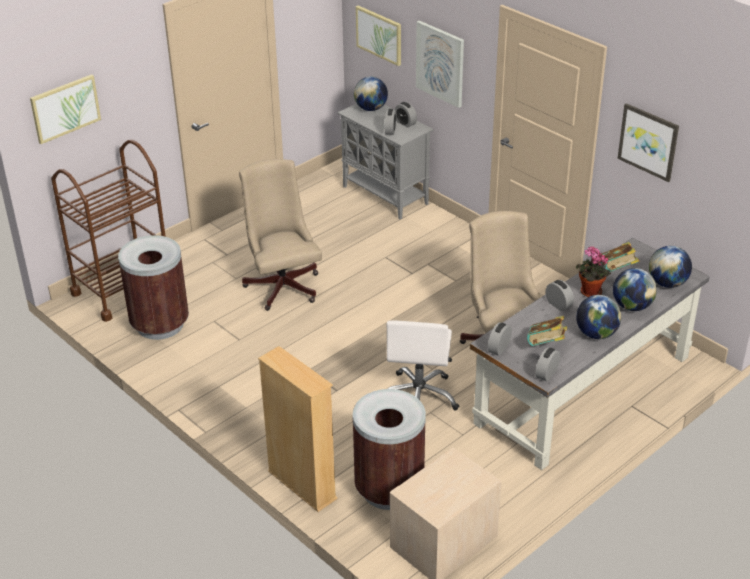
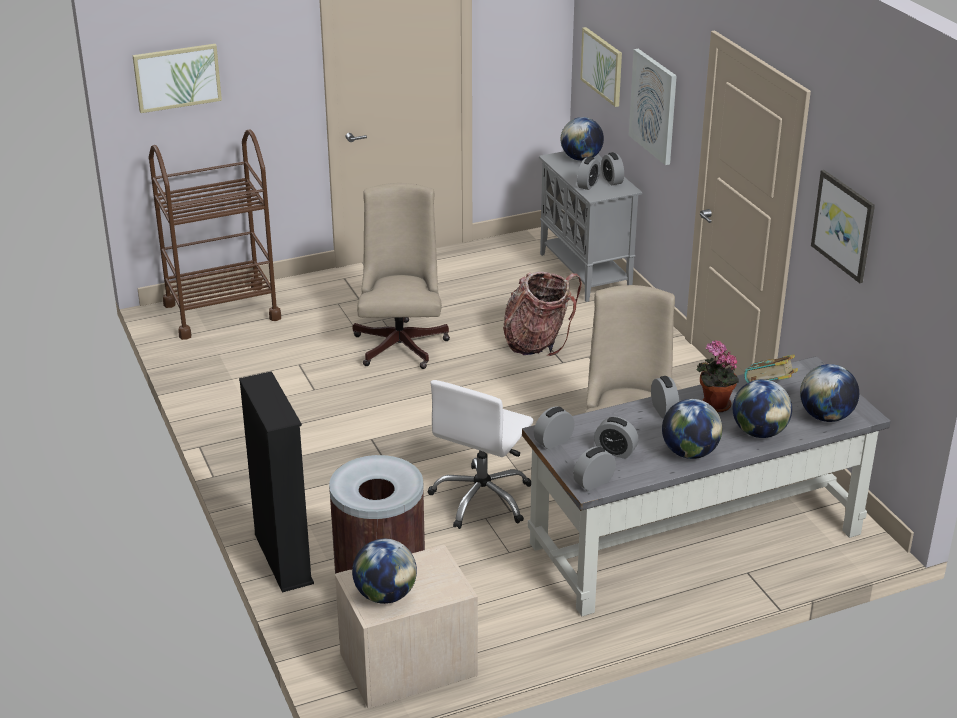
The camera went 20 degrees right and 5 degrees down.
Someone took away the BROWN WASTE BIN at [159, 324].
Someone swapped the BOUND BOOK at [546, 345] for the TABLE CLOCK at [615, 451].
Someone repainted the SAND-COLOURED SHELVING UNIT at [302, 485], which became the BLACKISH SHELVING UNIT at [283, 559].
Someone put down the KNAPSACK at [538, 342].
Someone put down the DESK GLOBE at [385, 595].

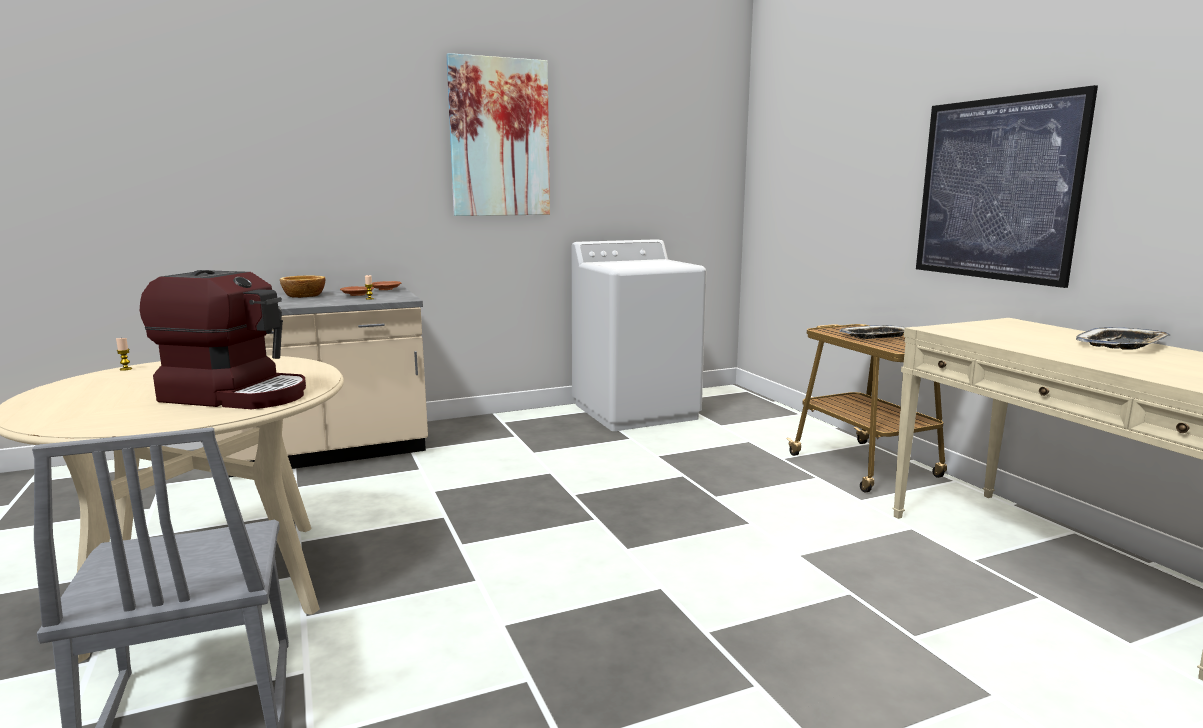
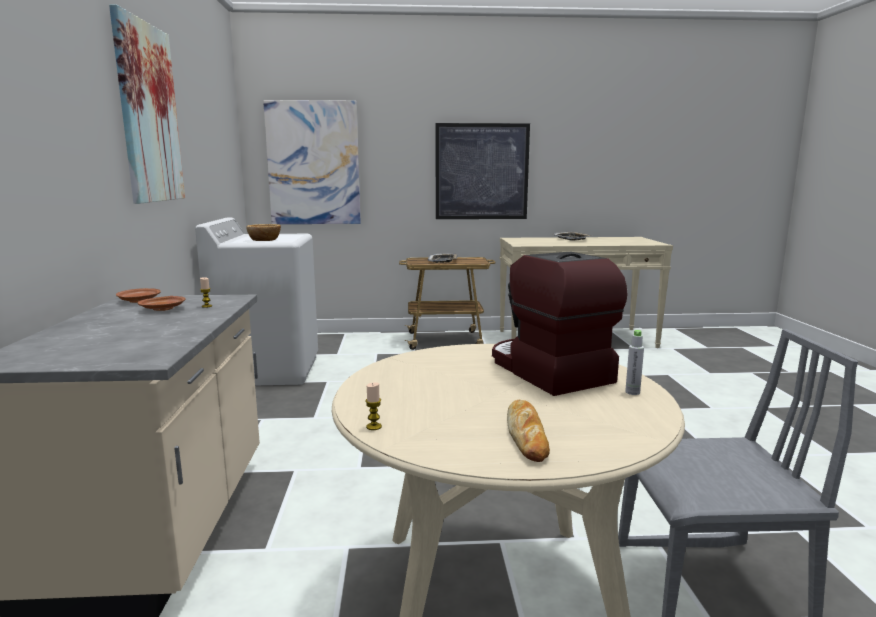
The camera went 70 degrees left and 0 degrees up.
Someone rotated the COFFEE BREWER at [237, 395] by 60 degrees counterclockwise.
Someone carried the SERVING BOWL from [303, 296] to [265, 240].
Someone put up the PICTURE at [313, 163].
Someone put down the GREYISH BOTTLE at [632, 392].
Someone put down the BAKERY BREAD at [527, 434].

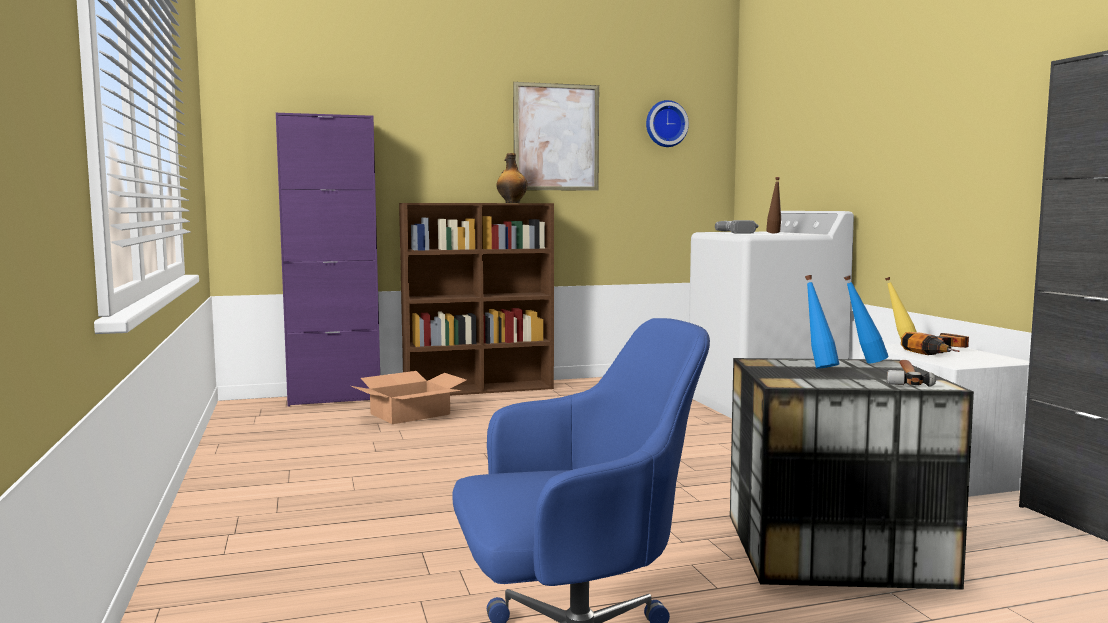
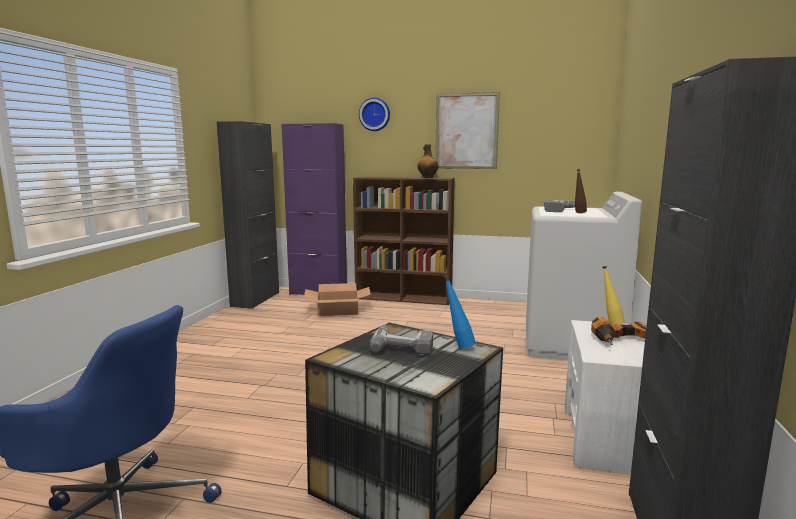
The camera went 30 degrees right and 5 degrees up.
Someone carried the HANGING CLOCK from [665, 124] to [375, 114].
Someone swapped the BLUE BOTTLE at [818, 367] for the ELECTRIC DRILL at [403, 345].
Someone took away the HAMMER at [906, 376].
Someone put down the BLACKISH CUPBOARD at [255, 299].

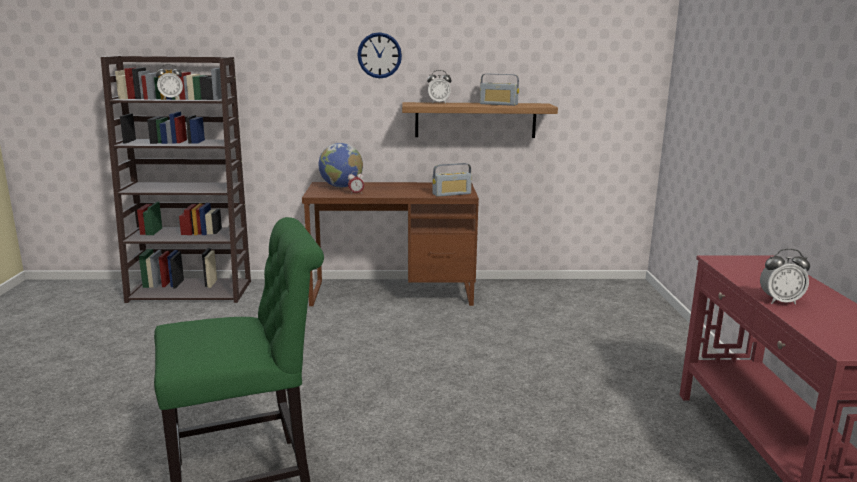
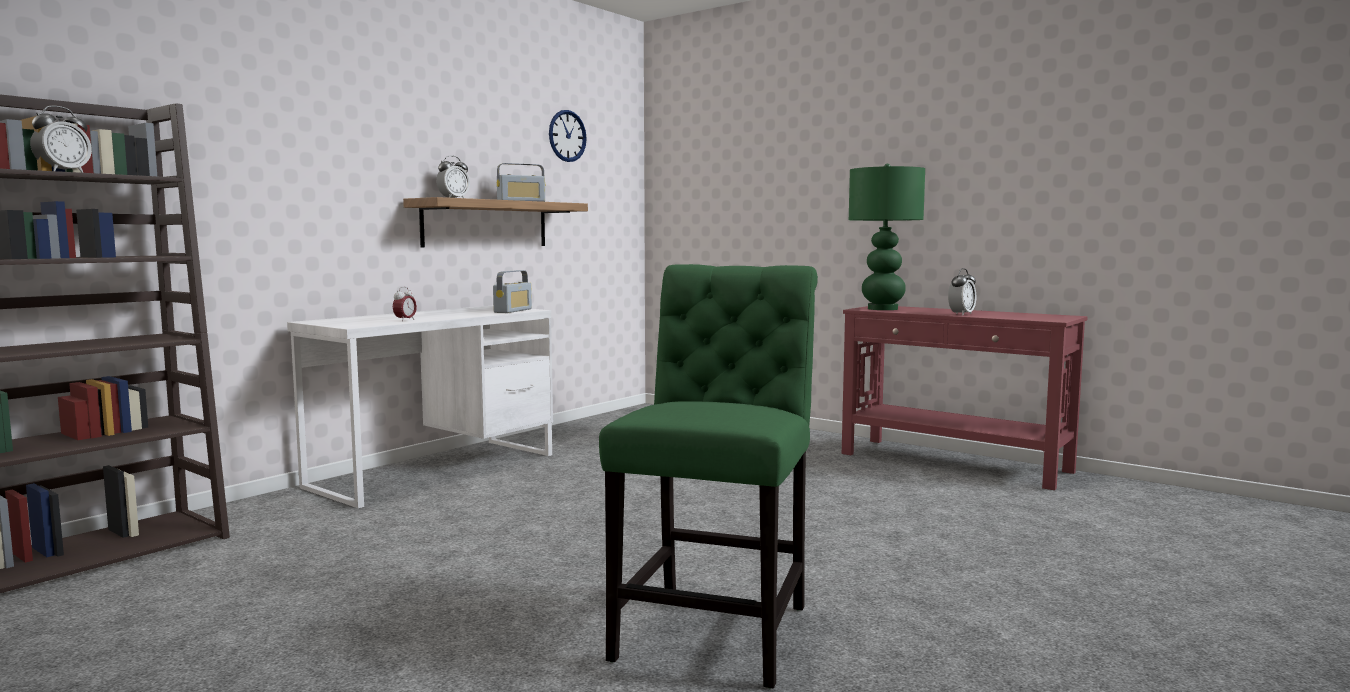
The camera went 50 degrees left and 10 degrees down.
Someone carried the HANGING CLOCK from [379, 55] to [567, 136].
Someone took away the DESK GLOBE at [341, 186].
Someone repainted the BROWN DESK TABLE at [392, 293], which became the WHITISH DESK TABLE at [435, 470].
Someone put down the GREEN TABLETOP LAMP at [882, 309].

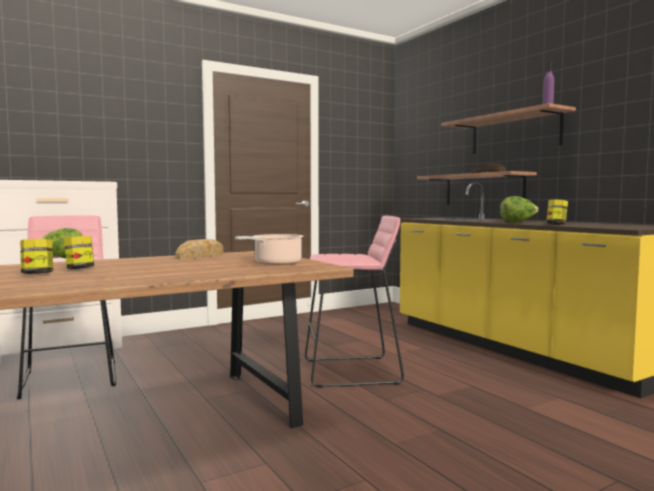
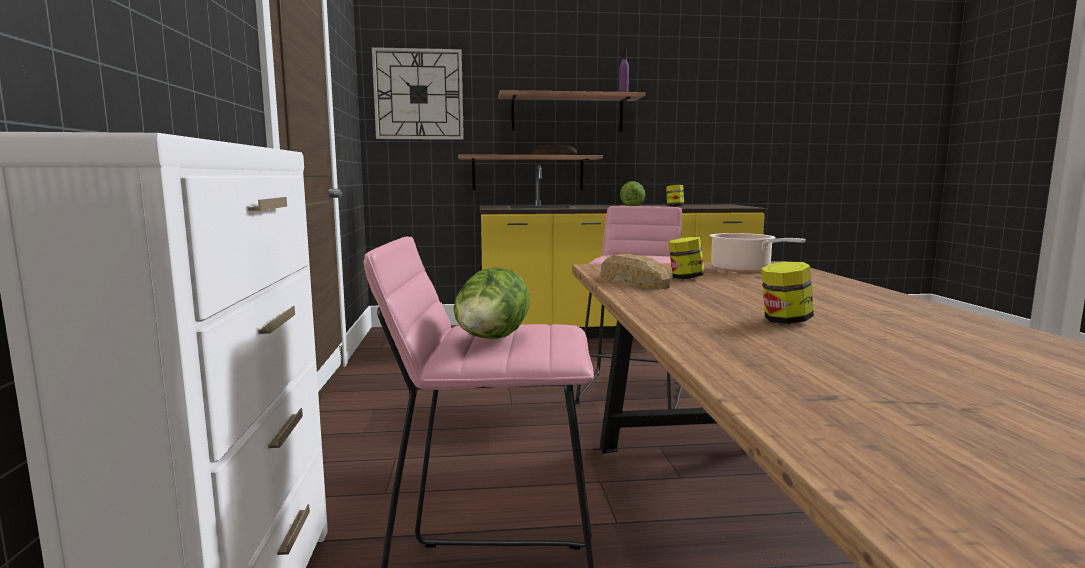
The camera went 65 degrees left and 5 degrees up.
Someone carried the PRESERVE JAR from [37, 274] to [685, 278].
Someone put up the HANGING CLOCK at [418, 94].

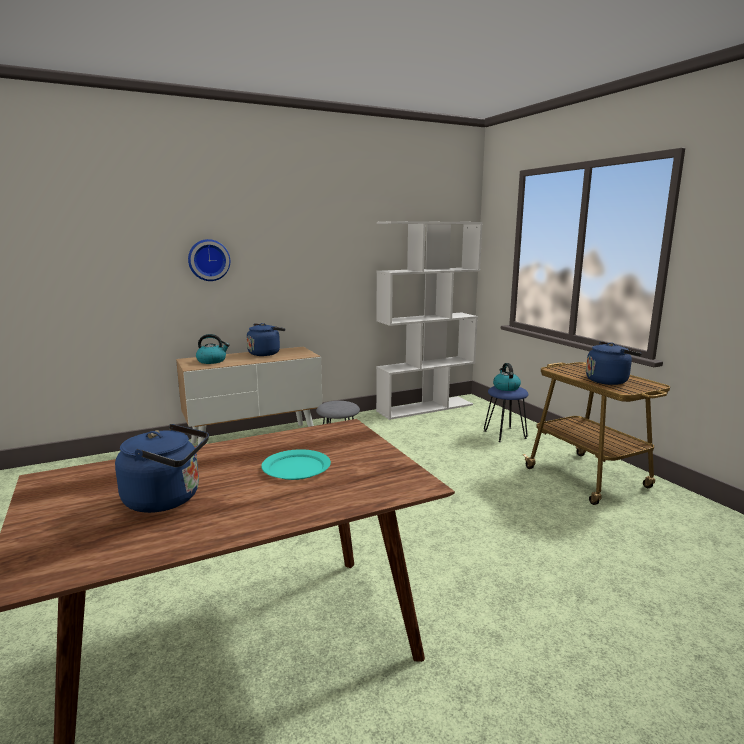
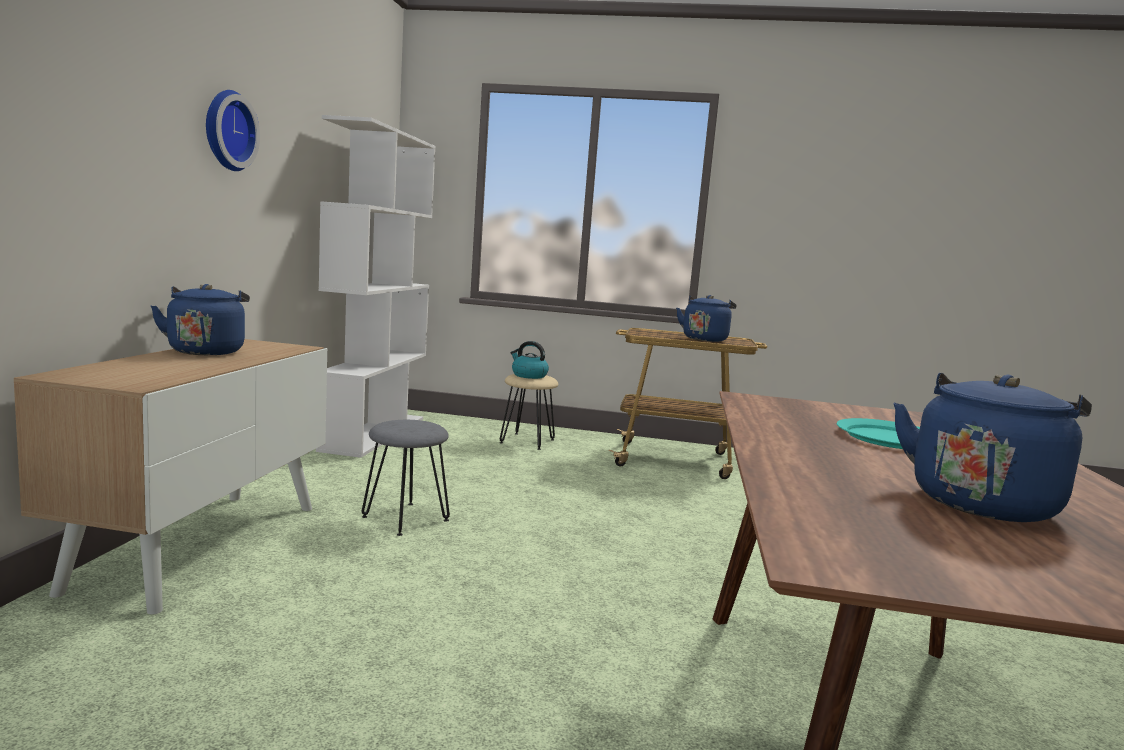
The camera went 55 degrees left and 5 degrees down.
Someone carried the HANGING CLOCK from [208, 260] to [226, 130].
Someone took away the KETTLE at [212, 361].
Someone repainted the BLUE STOOL SEAT at [505, 434], which became the SAND-COLOURED STOOL SEAT at [527, 441].

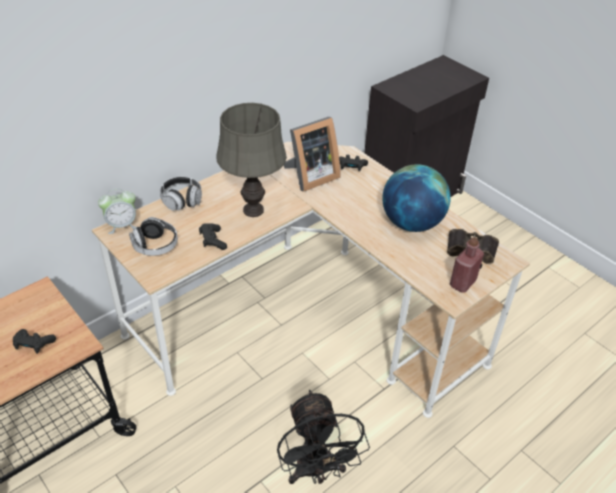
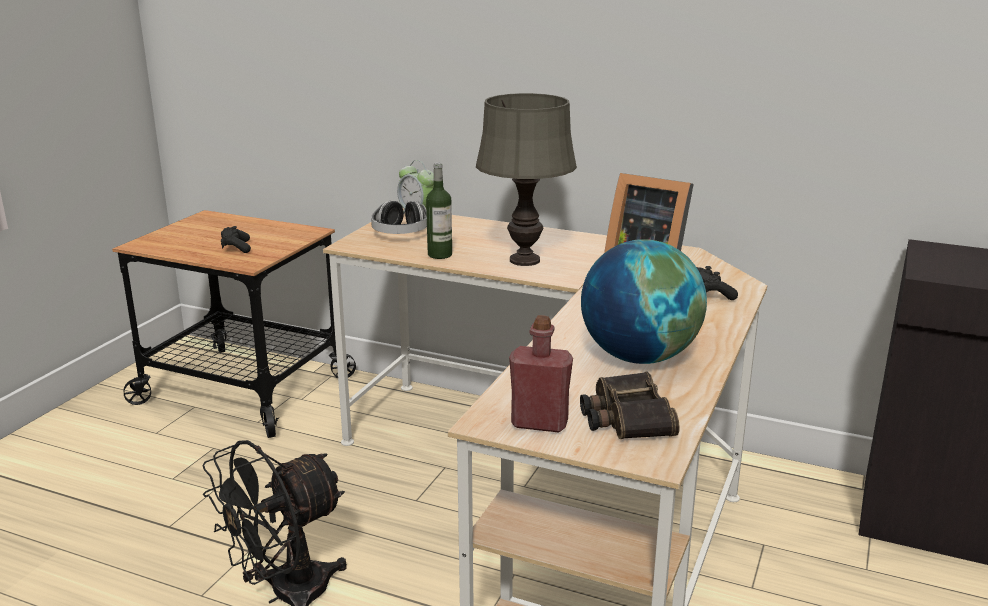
The camera went 65 degrees right and 20 degrees down.
Someone took away the HEADSET at [182, 200].
Someone swapped the BLACKISH GAME CONTROLLER at [212, 241] for the BOTTLE at [440, 255].

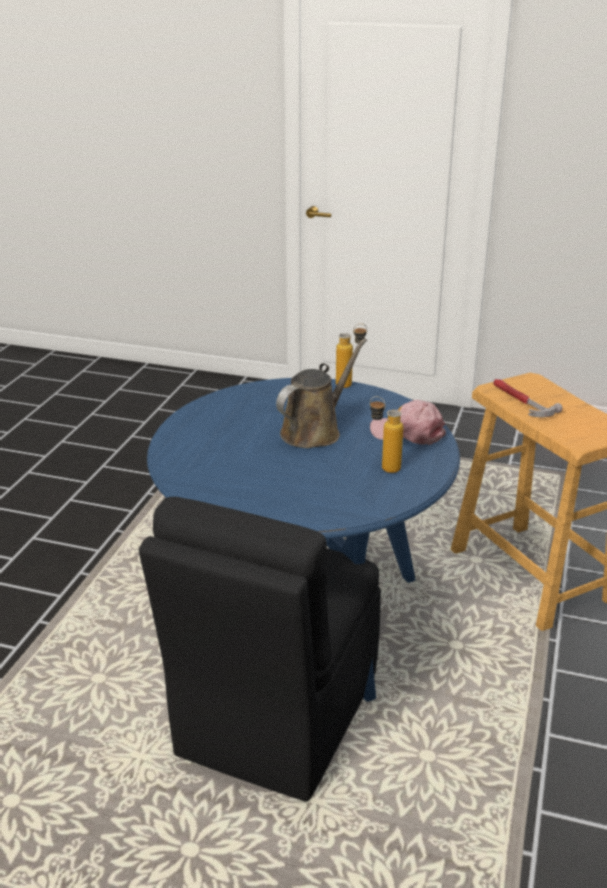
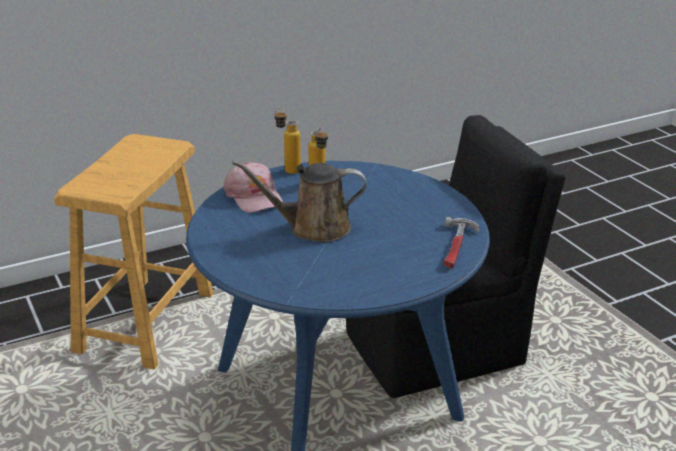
The camera went 135 degrees left and 0 degrees up.
Someone carried the BOTTLE from [350, 384] to [287, 169].
Someone carried the HAMMER from [520, 401] to [457, 247].

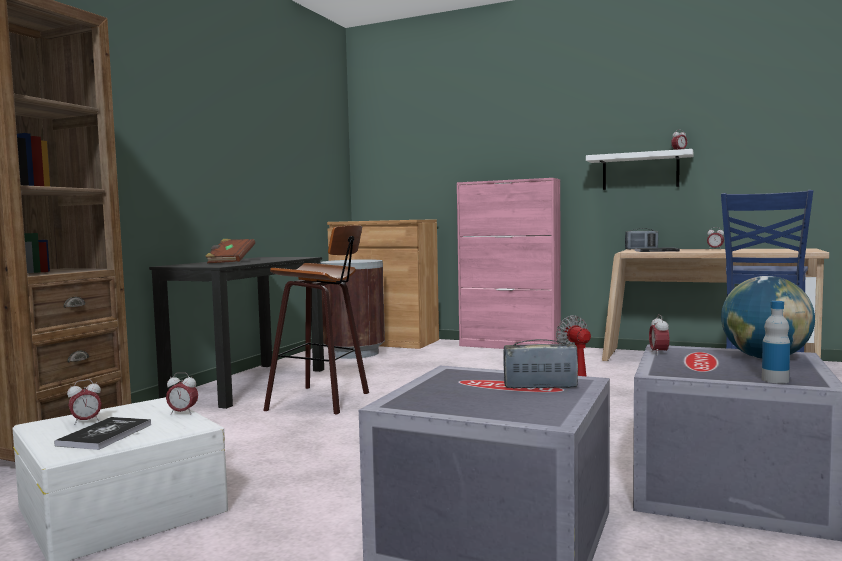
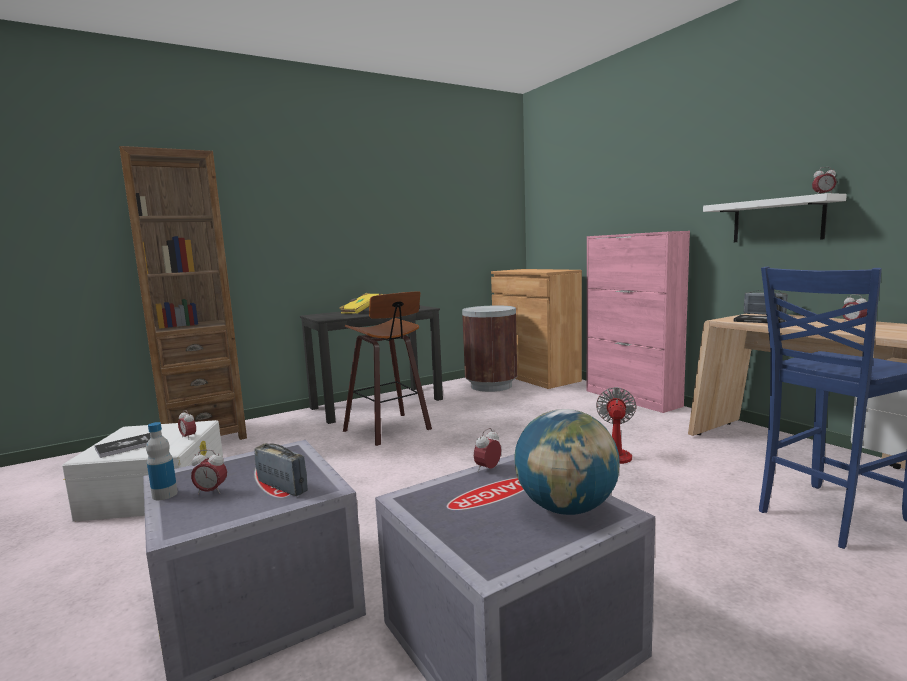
The camera went 35 degrees right and 5 degrees up.
Someone repainted the BROWN BOUND BOOK at [230, 261], which became the YELLOW BOUND BOOK at [361, 311].
Someone carried the BOTTLE from [775, 380] to [165, 495].
Someone carried the TABLE CLOCK from [86, 421] to [211, 492].

